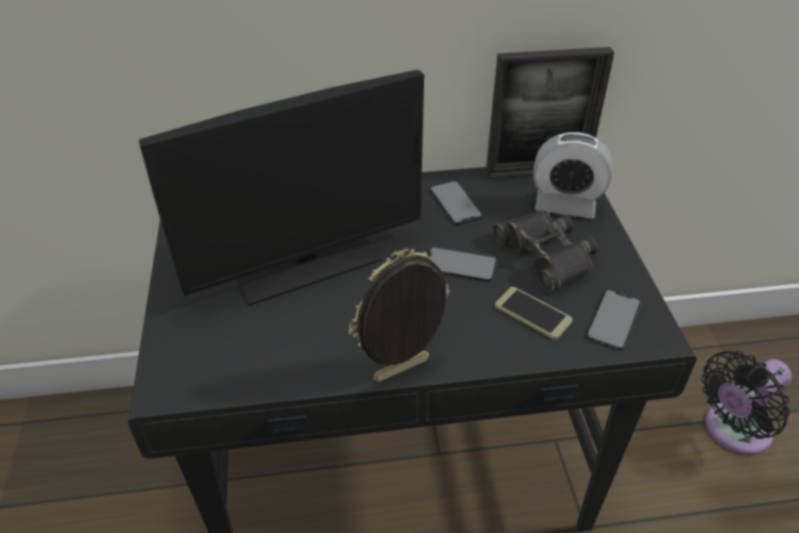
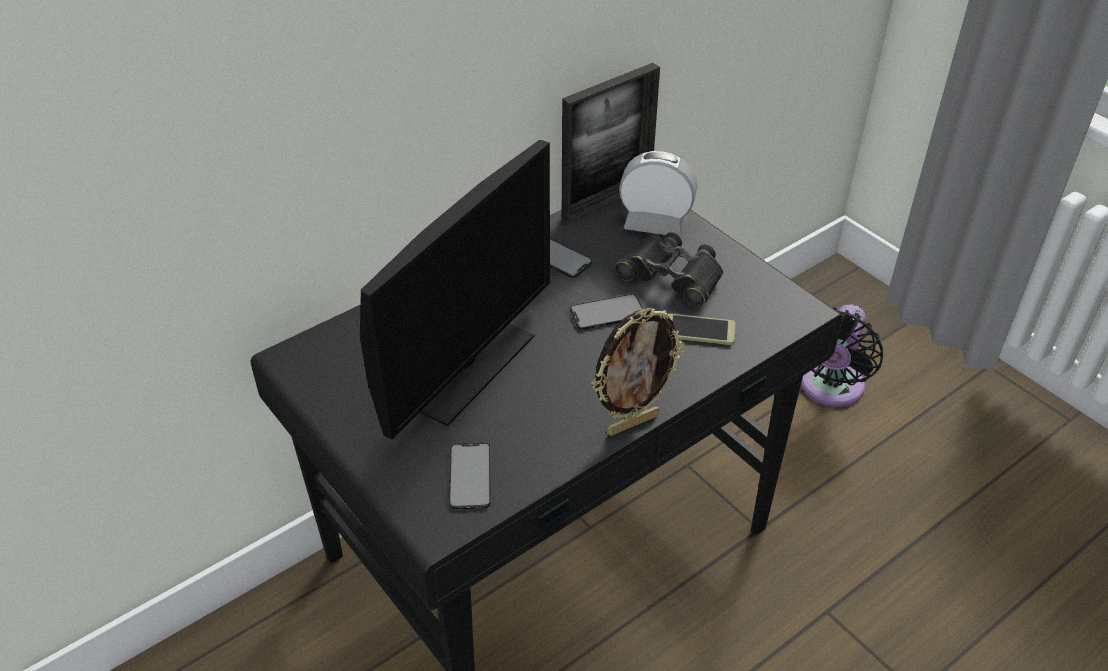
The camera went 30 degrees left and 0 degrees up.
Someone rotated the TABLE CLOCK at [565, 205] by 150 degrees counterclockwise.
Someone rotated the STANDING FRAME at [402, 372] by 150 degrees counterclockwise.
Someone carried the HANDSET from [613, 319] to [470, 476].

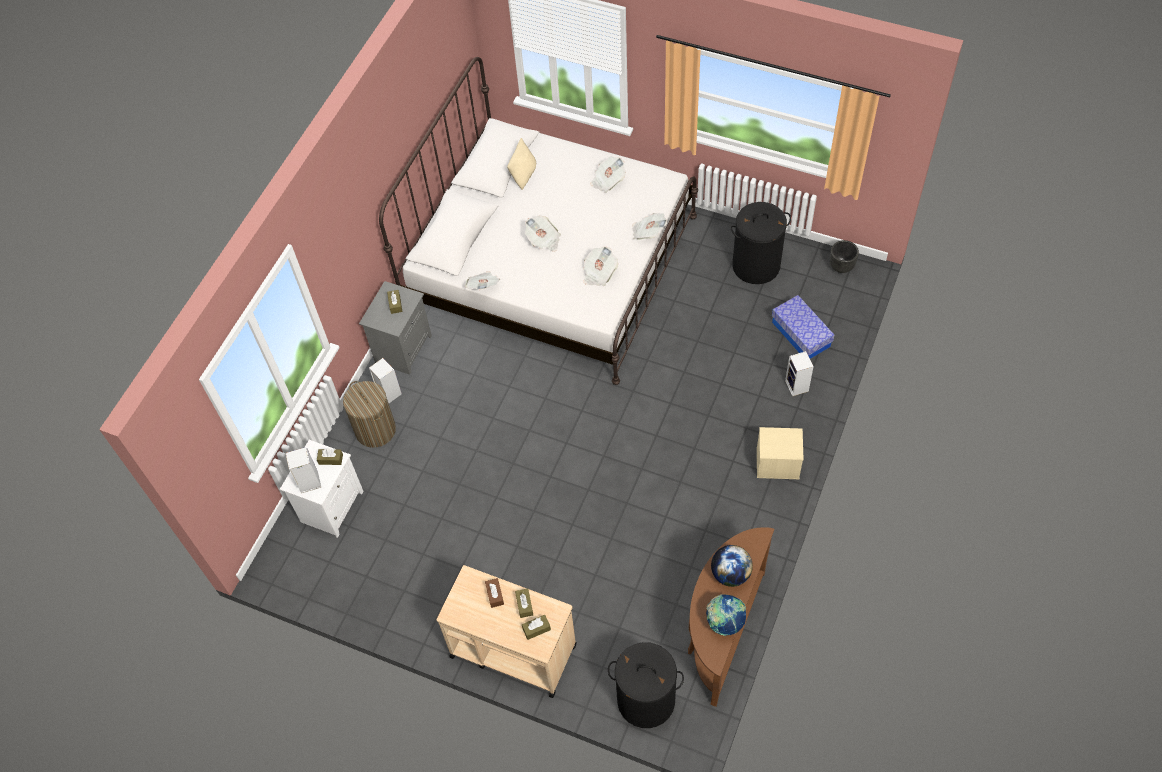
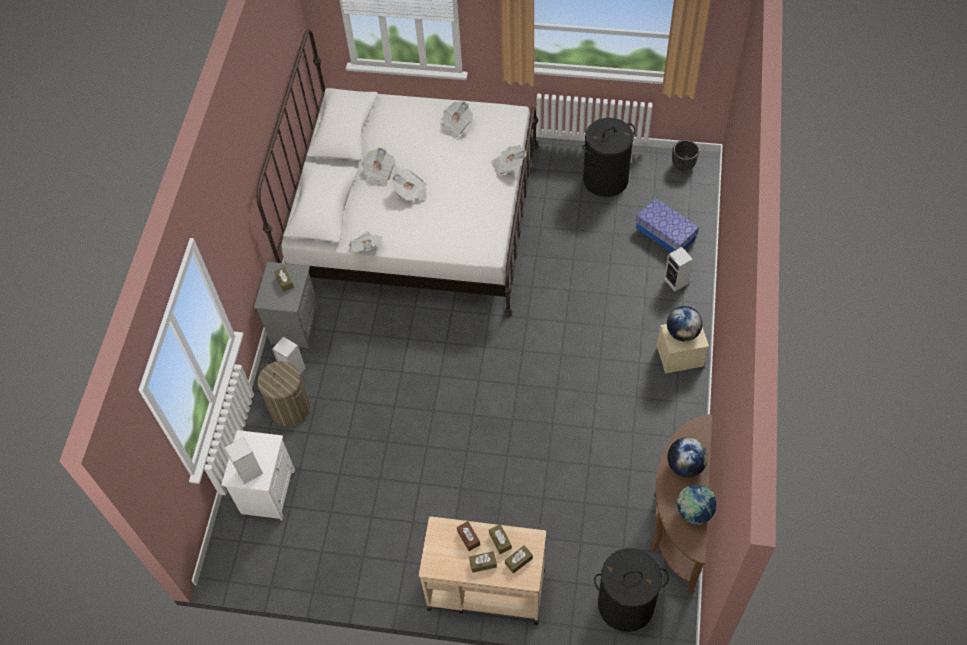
The camera went 15 degrees left and 0 degrees up.
Someone took away the SAND-COLOURED PILLOW at [523, 175].
Someone carried the NEWSPAPER from [599, 273] to [378, 174].
Someone carried the BROWN TISSUE BOX from [330, 459] to [483, 563].
Someone put down the DESK GLOBE at [682, 332].

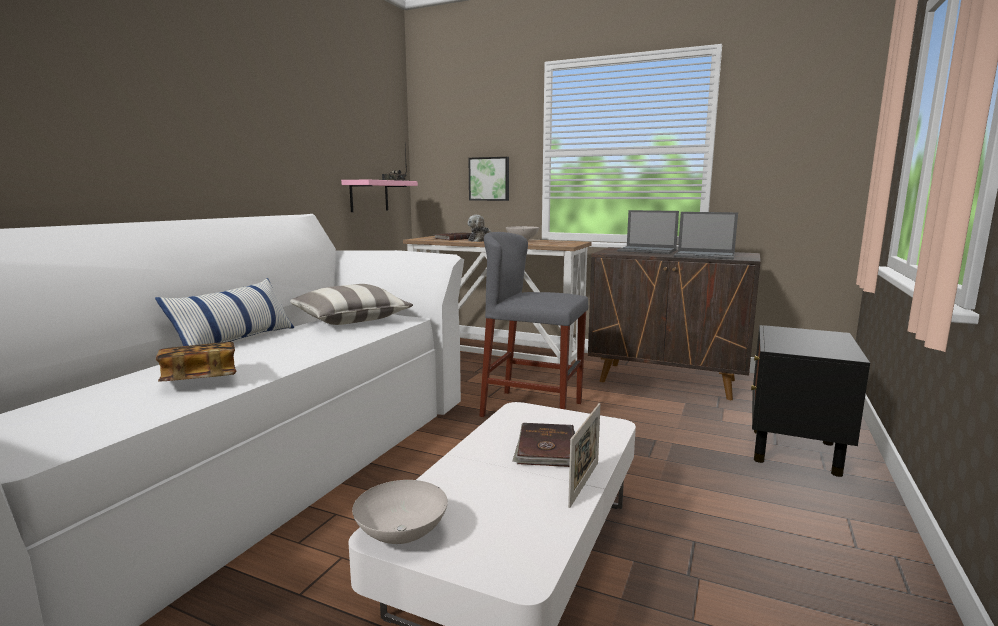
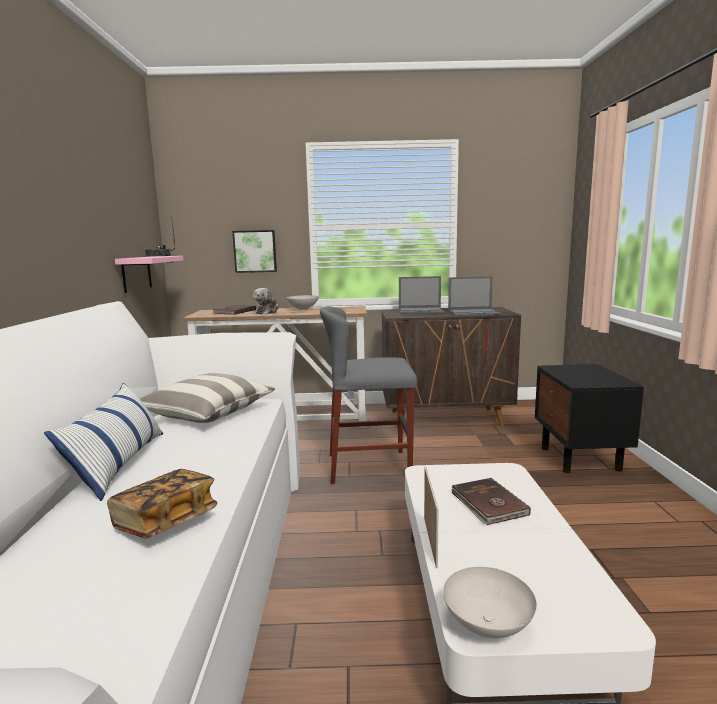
The camera went 25 degrees left and 0 degrees up.
Someone carried the STANDING FRAME from [584, 484] to [430, 541].

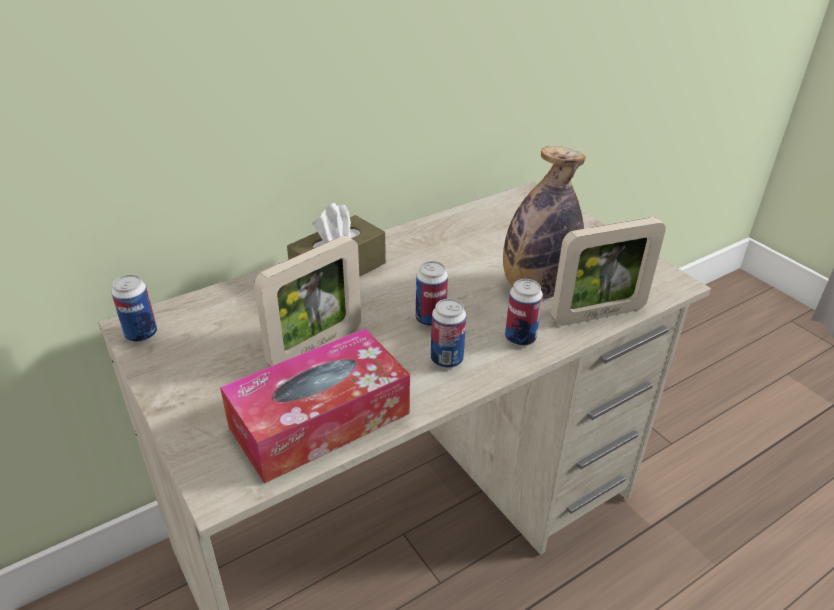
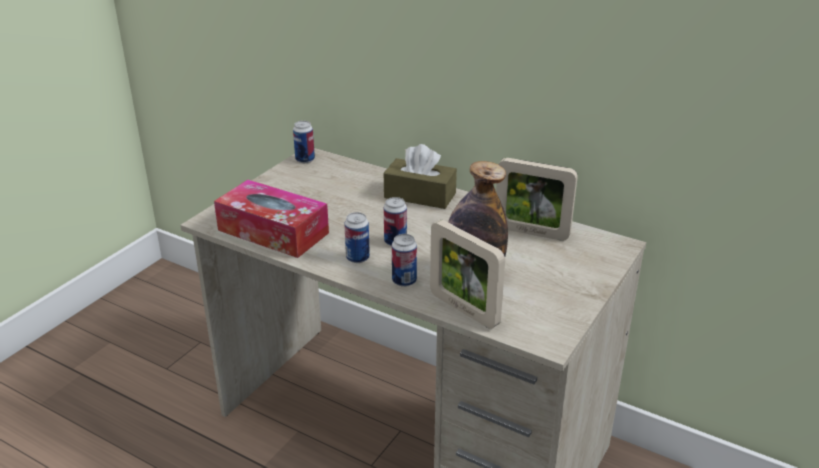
The camera went 65 degrees right and 5 degrees down.
Someone carried the STANDING FRAME from [315, 347] to [531, 232].

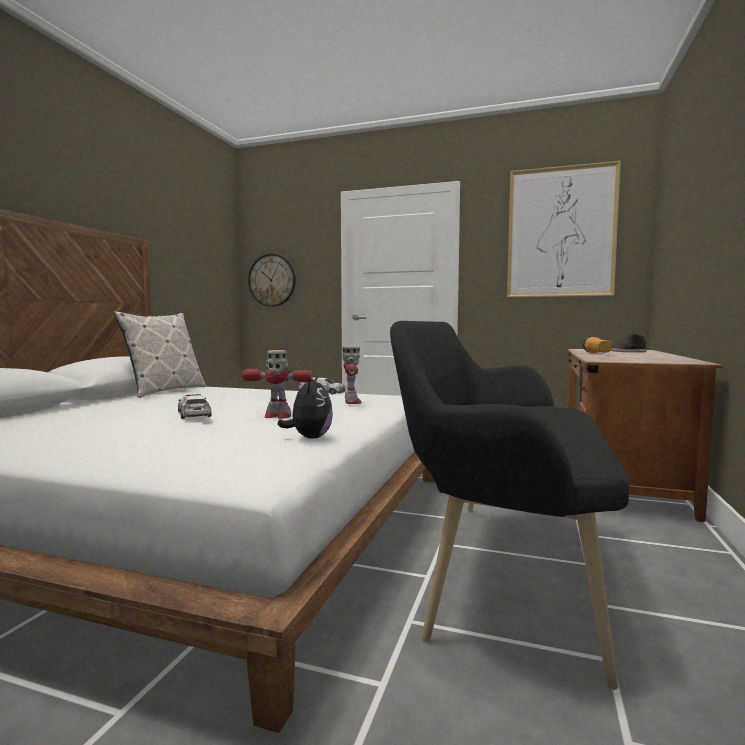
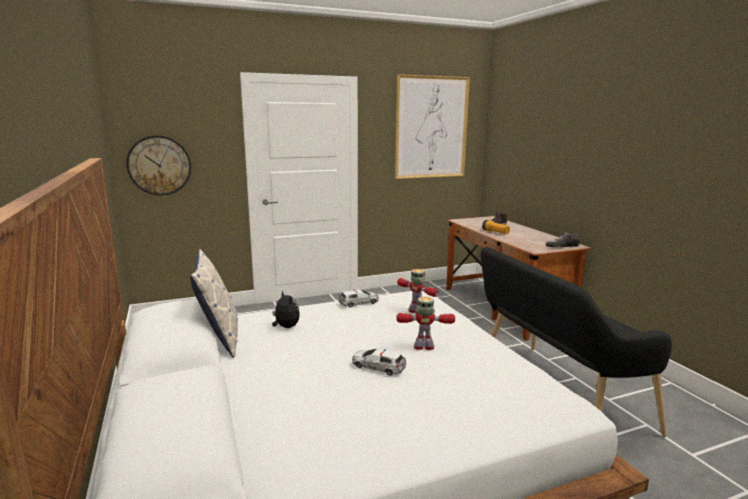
The camera went 40 degrees left and 10 degrees up.
Someone rotated the TOY ROBOT at [277, 416] by 150 degrees counterclockwise.
Someone carried the CUDDLY TOY from [309, 438] to [286, 327].
Someone put down the SHOE at [562, 246].

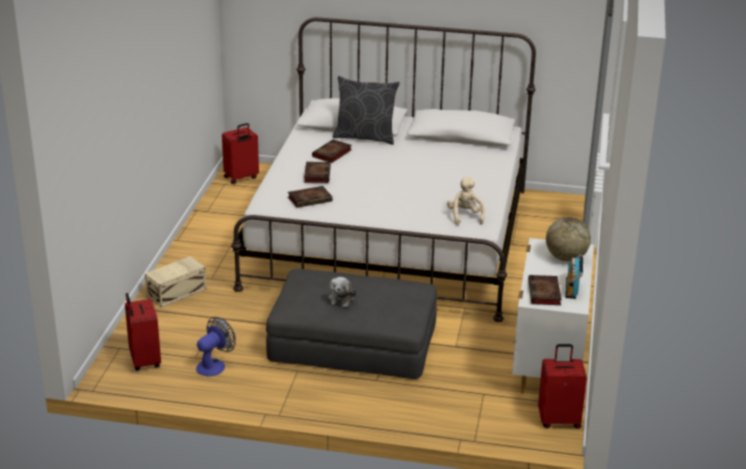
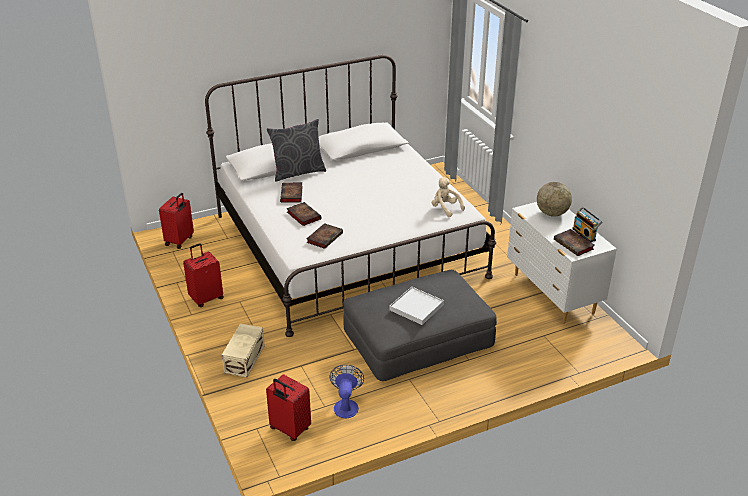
The camera went 35 degrees left and 5 degrees up.
Someone swapped the CUDDLY TOY at [342, 298] for the WHITISH TRAY at [416, 307].
Someone carried the REDDISH PIECE OF LUGGAGE from [559, 420] to [206, 298].

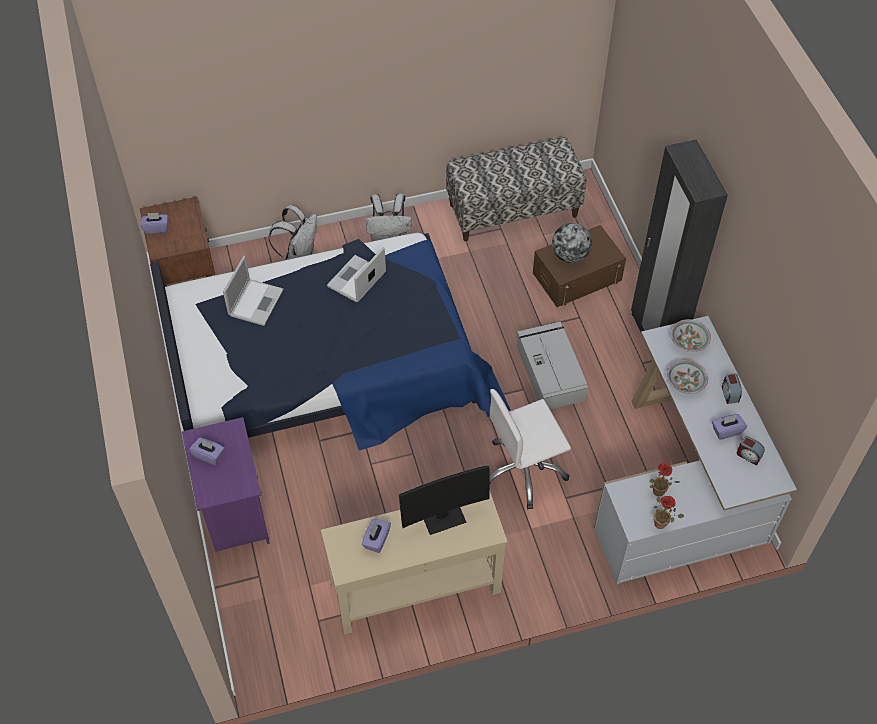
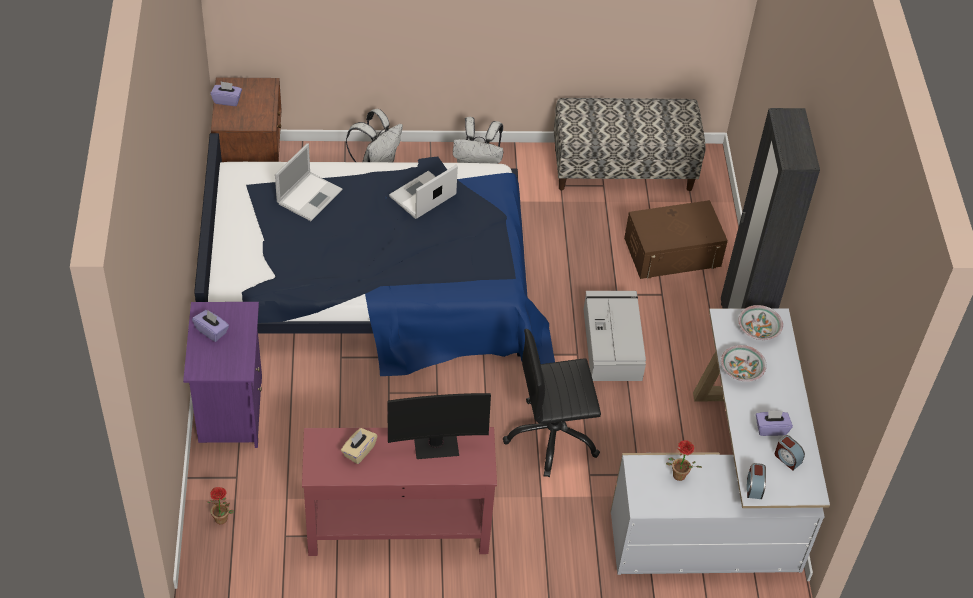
The camera went 10 degrees right and 5 degrees down.
Someone took away the DESK GLOBE at [570, 256].
Someone carried the TABLE CLOCK from [729, 393] to [754, 487].
Someone repainted the WHITISH COMPUTER CHAIR at [524, 471], which became the BLACKISH COMPUTER CHAIR at [552, 437].
Someone repainted the SAND-COLOURED CONSOLE TABLE at [414, 587], which became the REDDISH CONSOLE TABLE at [397, 527].
Someone carried the HOUSEPLANT from [662, 524] to [223, 520].
Someone repainted the PURPLE-COLOURED TISSUE BOX at [376, 540], which became the SAND-COLOURED TISSUE BOX at [359, 451].

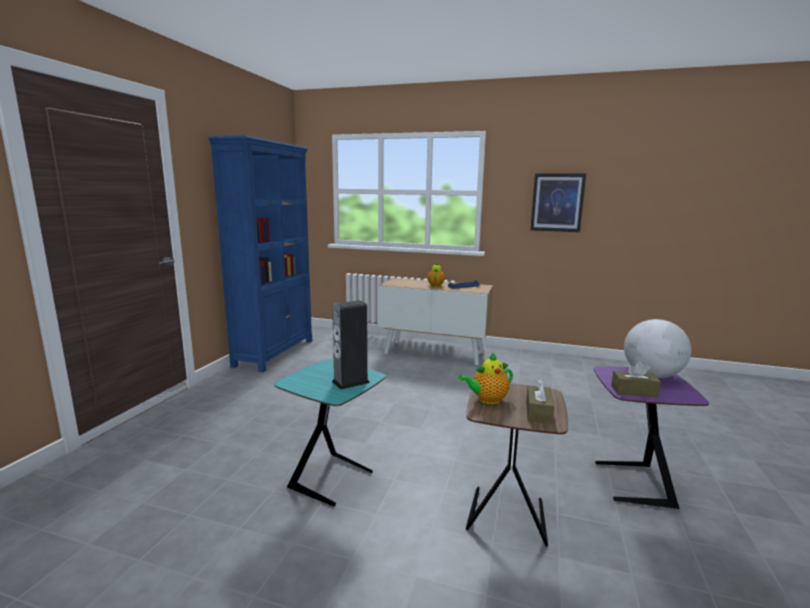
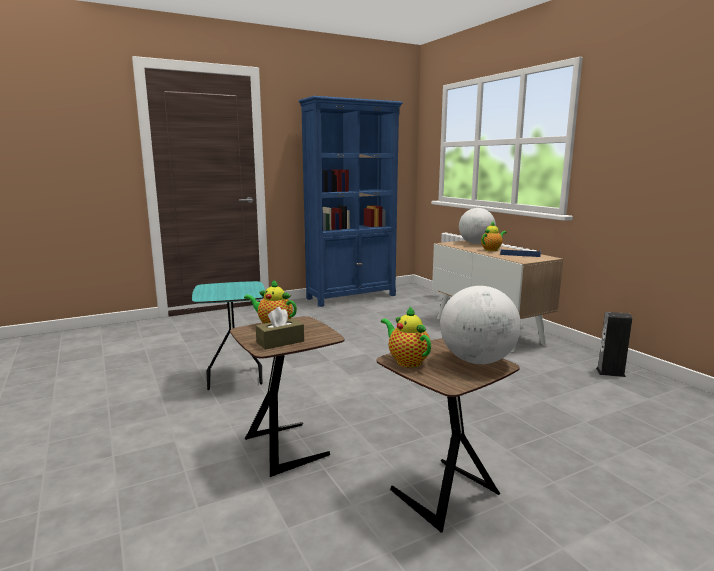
The camera went 45 degrees right and 0 degrees up.
Someone took away the PICTURE at [557, 202].
Someone carried the LOUDSPEAKER from [350, 382] to [610, 372].
Someone swapped the BROWN TISSUE BOX at [634, 391] for the TEAPOT at [406, 361].
Someone repainted the PURPLE-COLOURED SIDE TABLE at [631, 484], which became the BROWN SIDE TABLE at [440, 492].
Someone put down the DESK GLOBE at [476, 243].

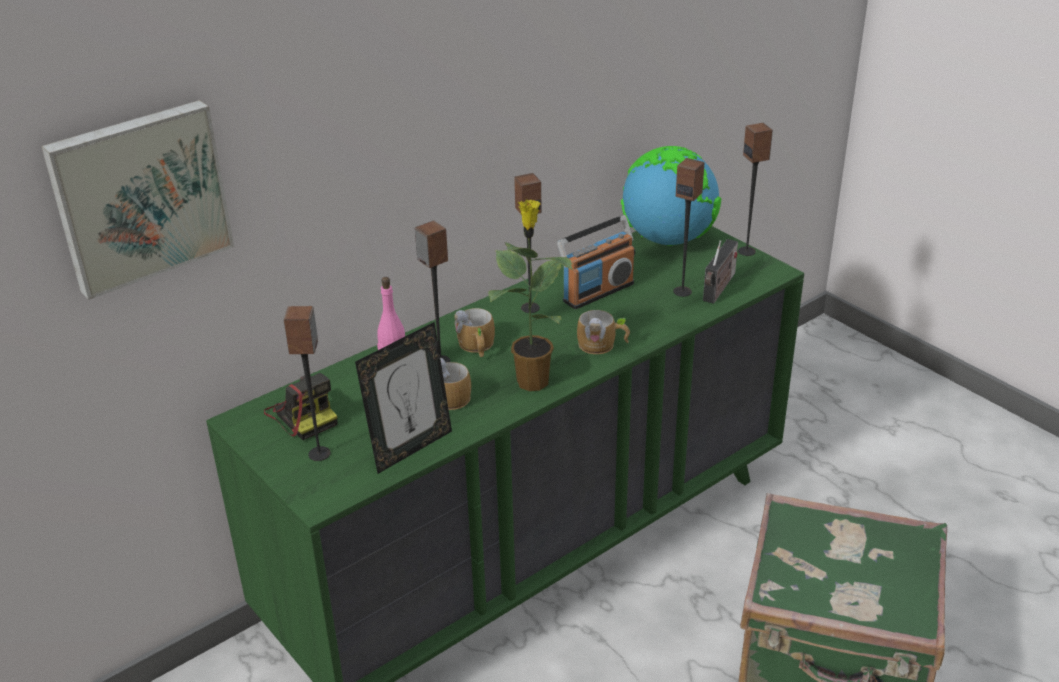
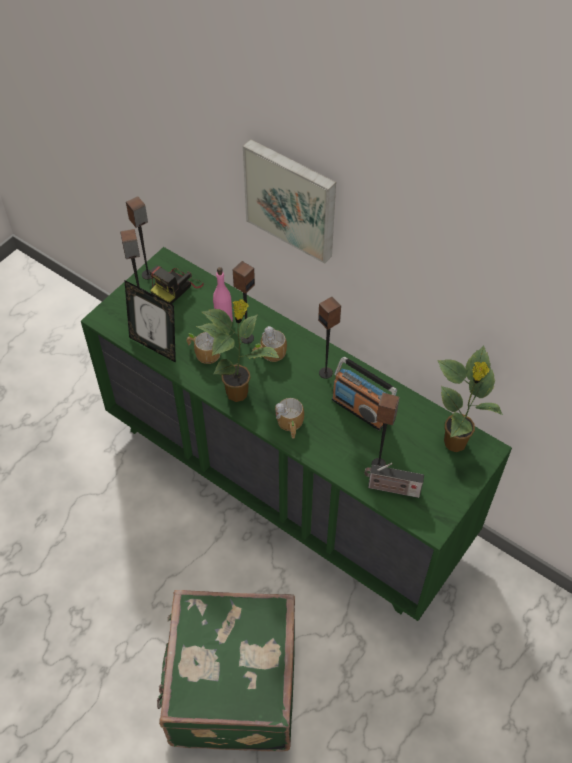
The camera went 75 degrees right and 20 degrees up.
Someone carried the PICTURE from [140, 196] to [292, 199].
Someone carried the LOUDSPEAKER from [747, 251] to [148, 275].
Someone swapped the DESK GLOBE at [668, 240] for the HOUSEPLANT at [455, 444].

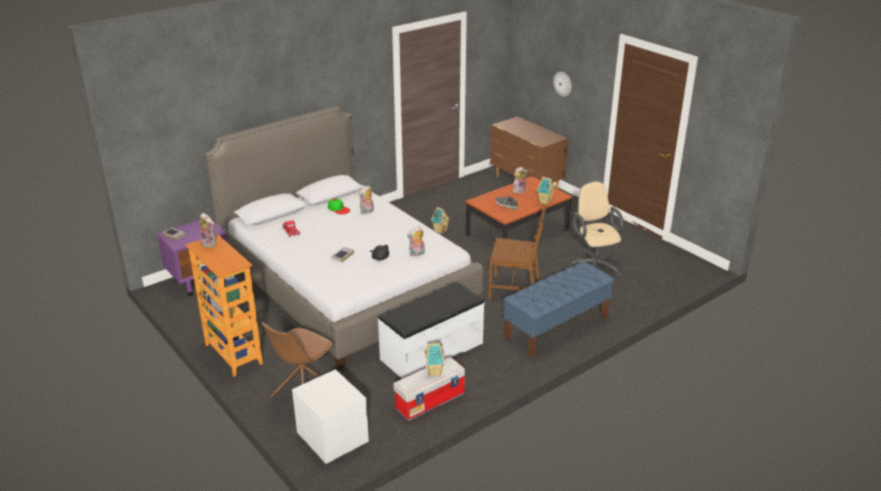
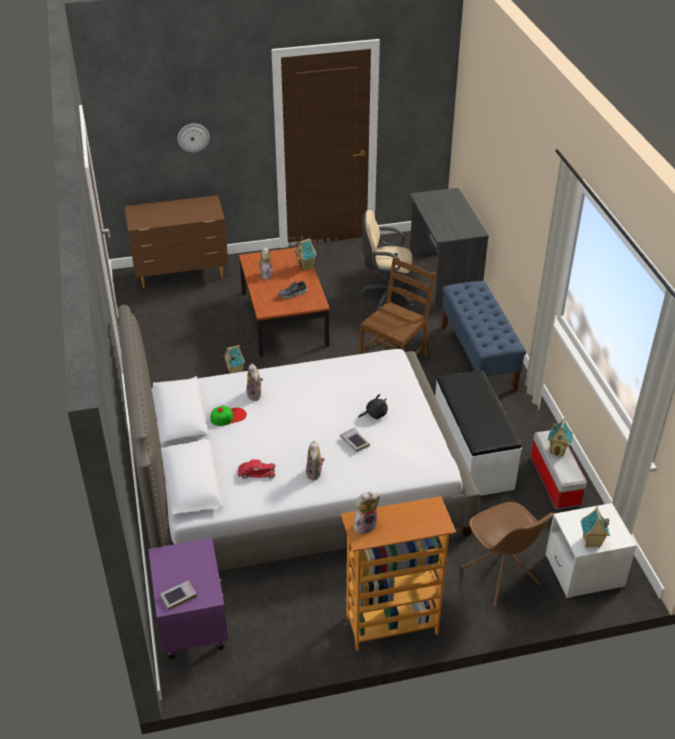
The camera went 65 degrees left and 10 degrees up.
Someone carried the CUDDLY TOY from [416, 254] to [315, 474].
Someone put down the GREYISH DESK TABLE at [443, 276].
Someone put down the MODEL HOUSE at [591, 542].

